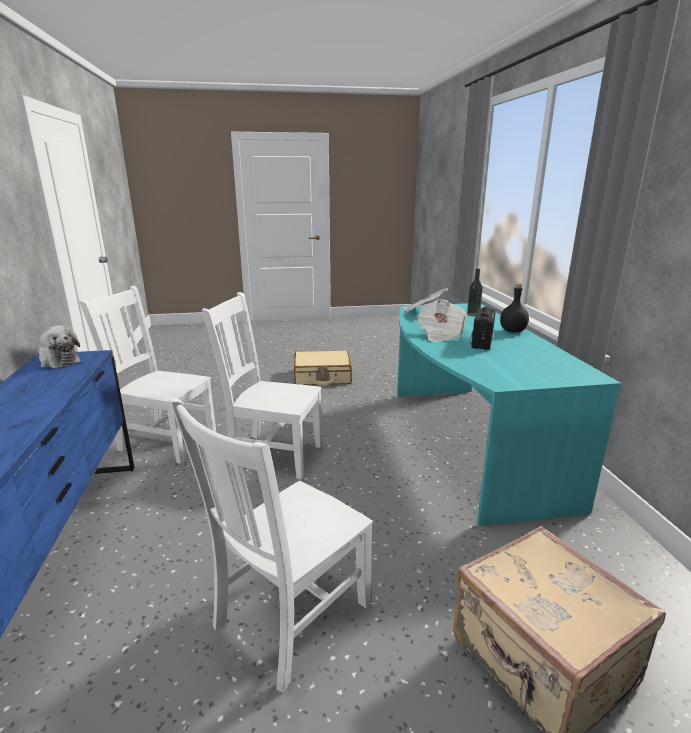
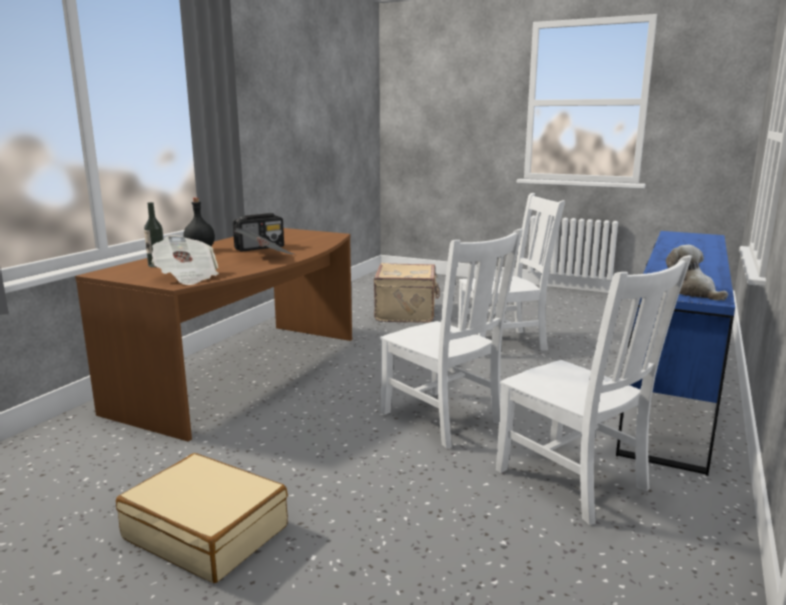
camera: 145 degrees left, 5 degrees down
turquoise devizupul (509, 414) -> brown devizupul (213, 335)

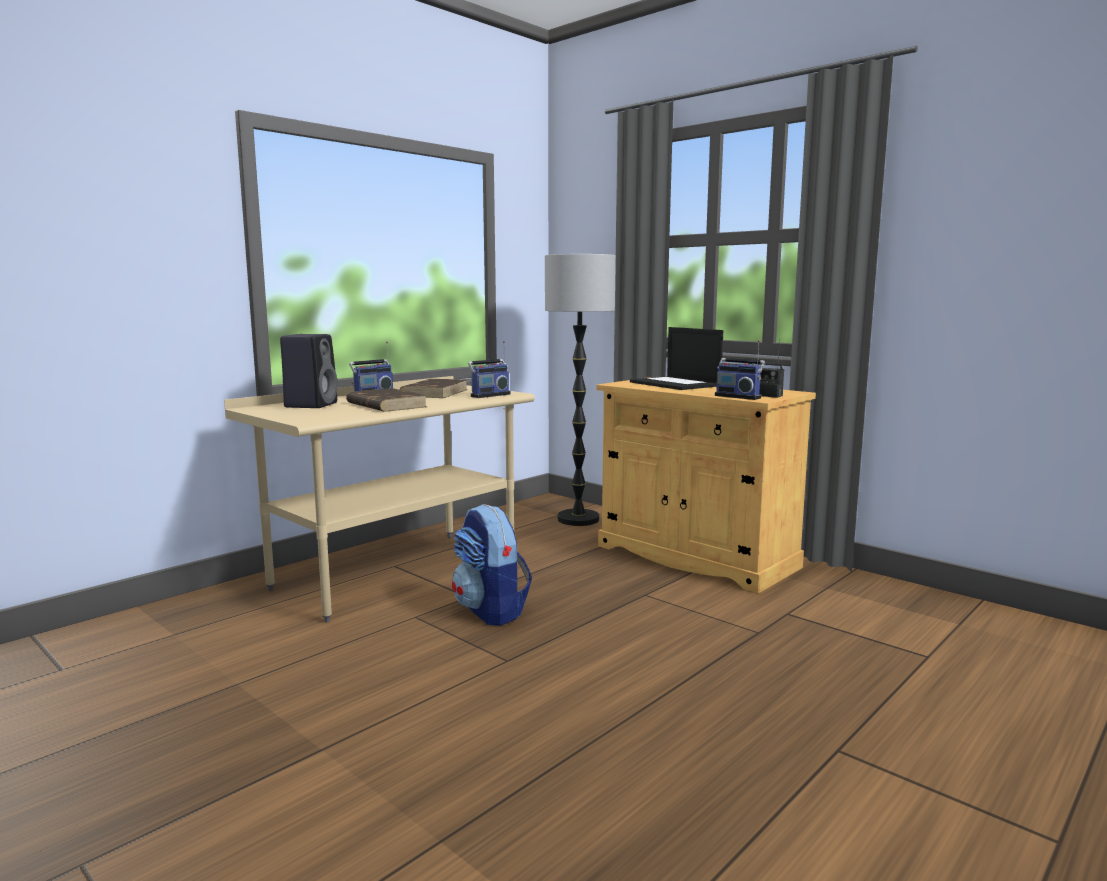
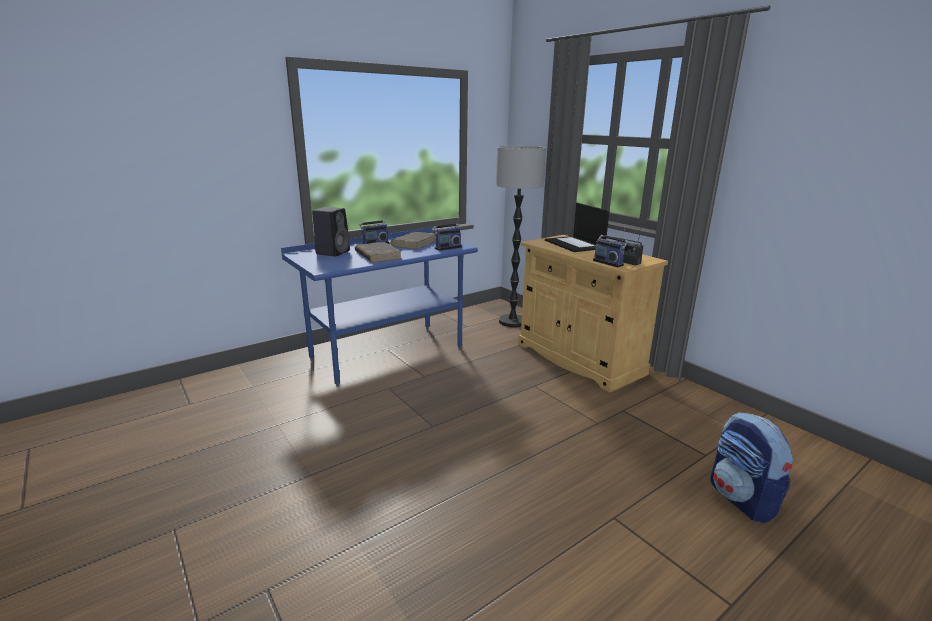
camera: 10 degrees right, 10 degrees up
beige devizupul (379, 499) -> blue devizupul (379, 307)
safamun (492, 565) -> safamun (751, 467), moved

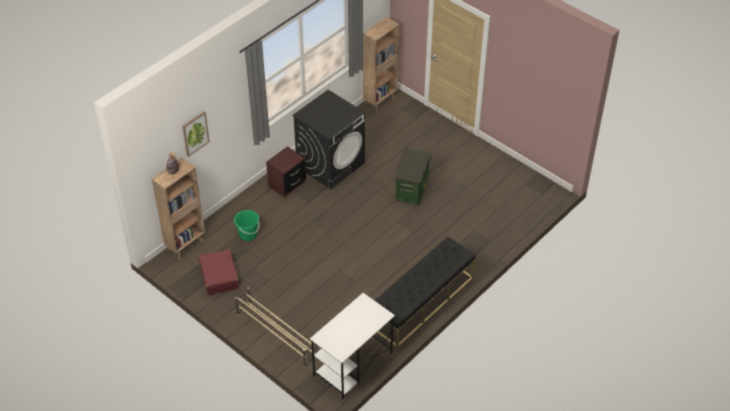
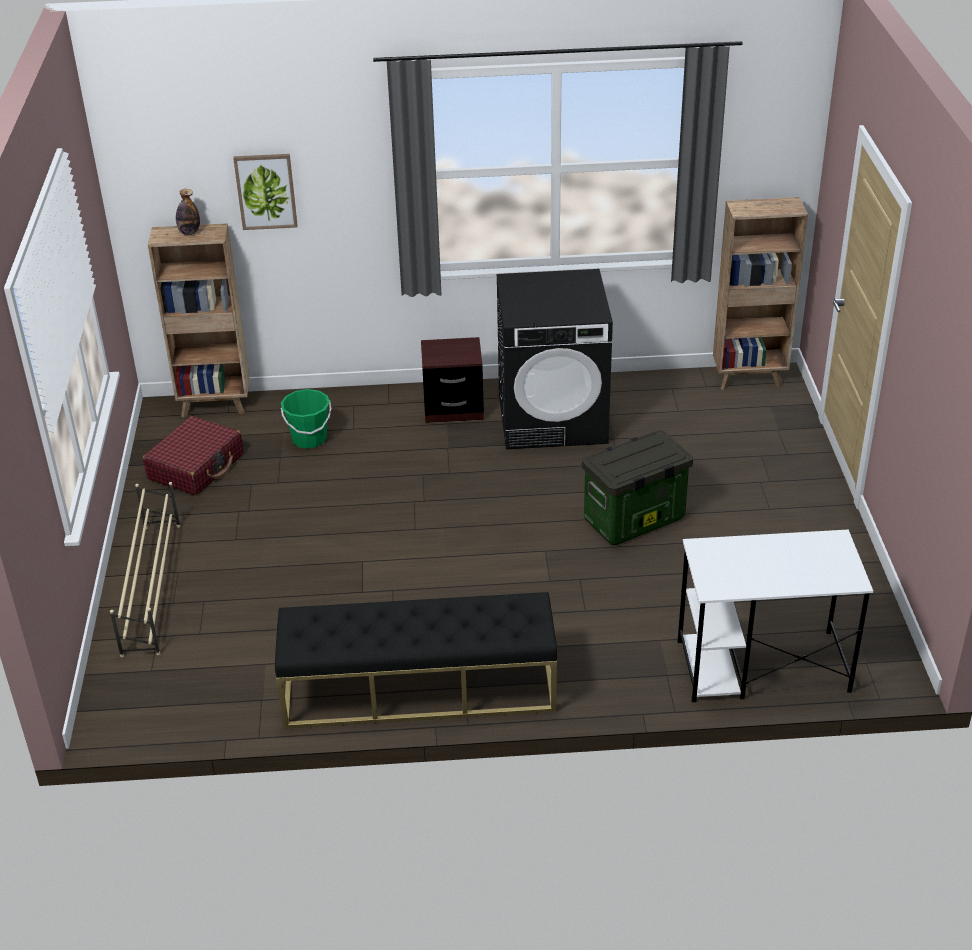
camera: 45 degrees right, 10 degrees down
white devizupul (352, 346) -> white devizupul (775, 615), moved

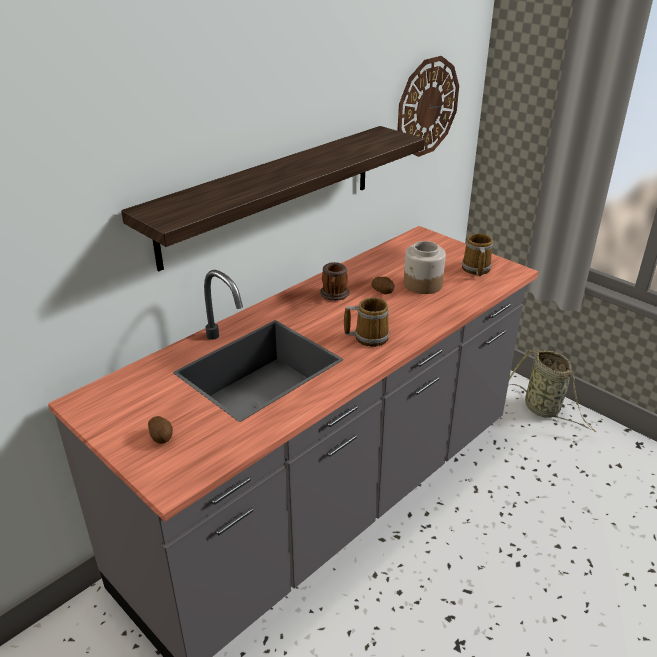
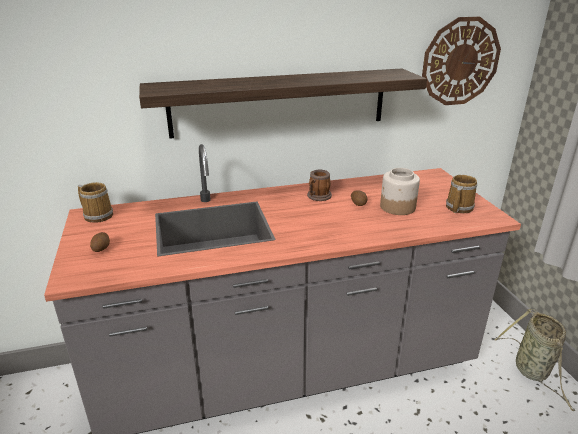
camera: 30 degrees right, 5 degrees down
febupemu (366, 322) -> febupemu (95, 202), moved

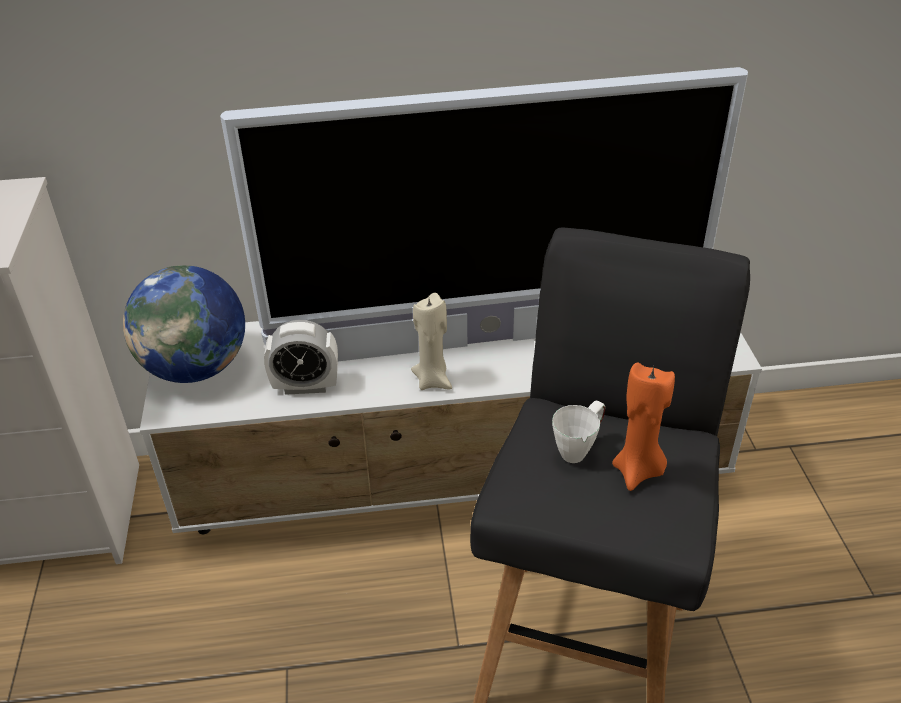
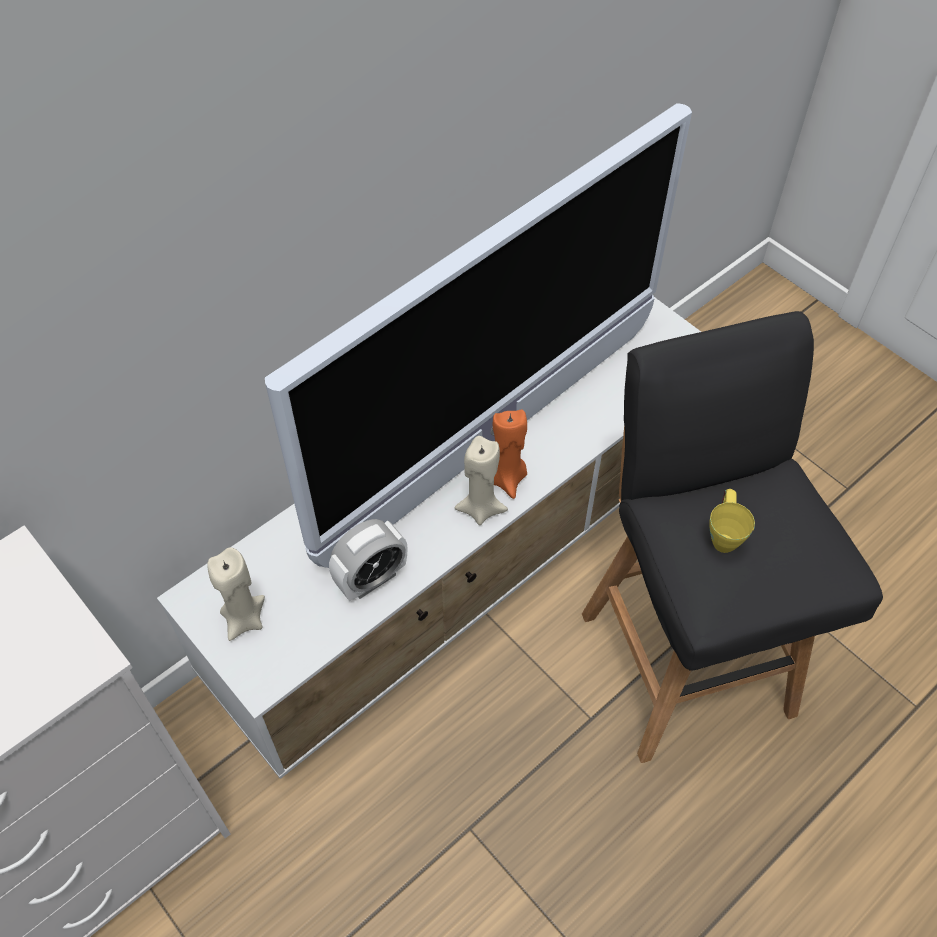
camera: 35 degrees left, 15 degrees up
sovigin (184, 324) -> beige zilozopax (236, 594)
white febupemu (579, 432) -> yellow febupemu (732, 521)
orange zilozopax (643, 426) -> orange zilozopax (510, 454), moved

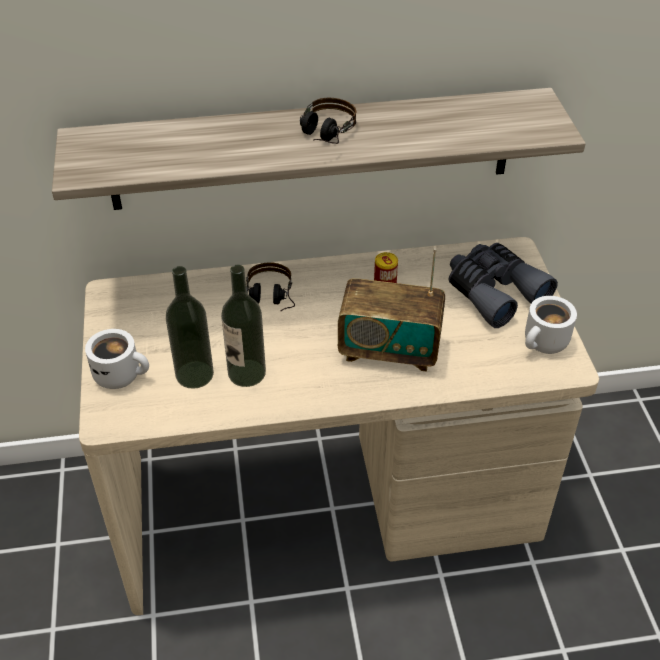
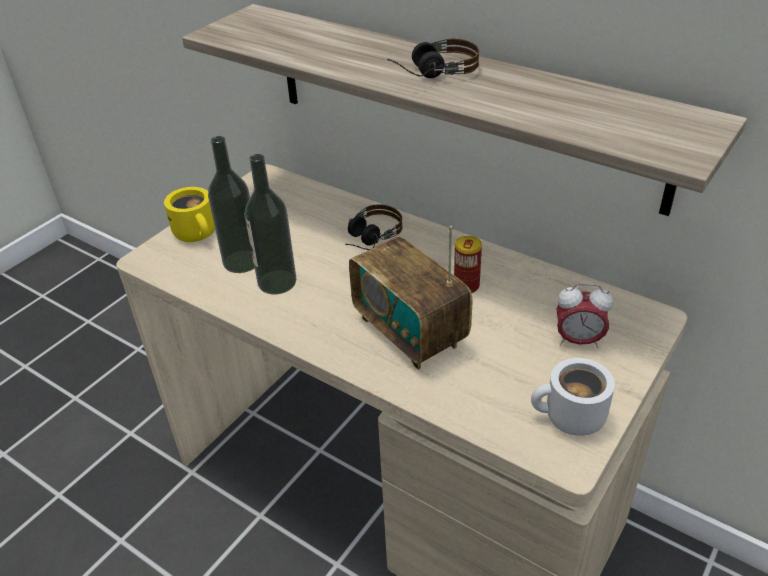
camera: 45 degrees right, 5 degrees down
white febupemu (117, 359) -> yellow febupemu (189, 214)
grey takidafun (503, 285) -> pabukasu (584, 315)

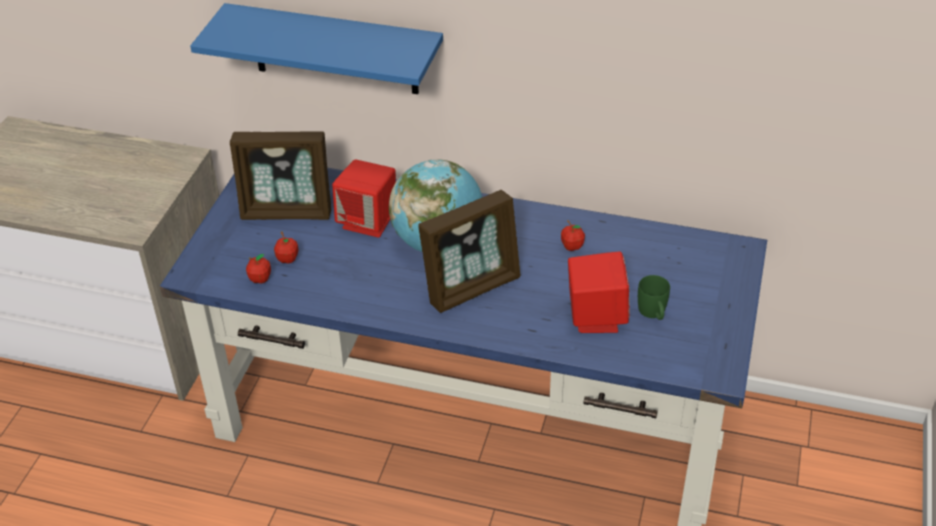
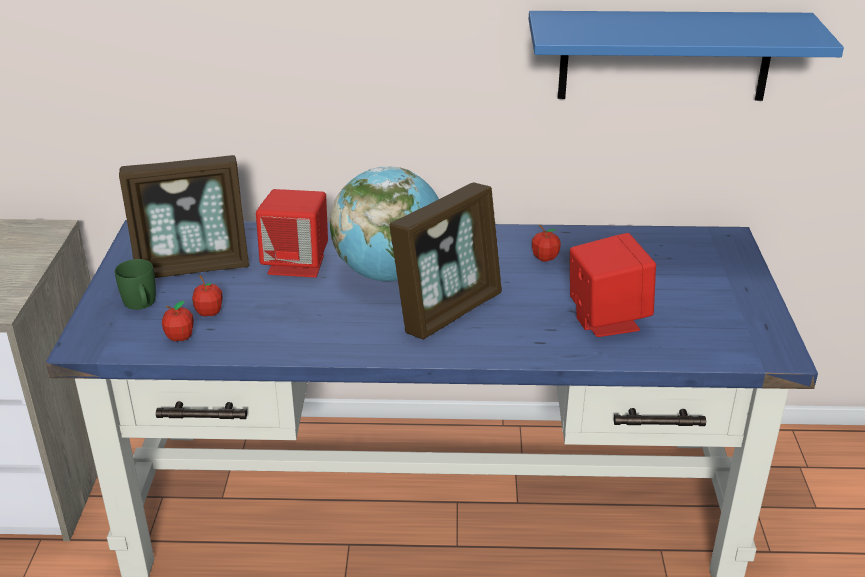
camera: 15 degrees left, 10 degrees down
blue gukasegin (316, 48) -> blue gukasegin (686, 56), moved
green febupemu (654, 297) -> green febupemu (135, 284), moved

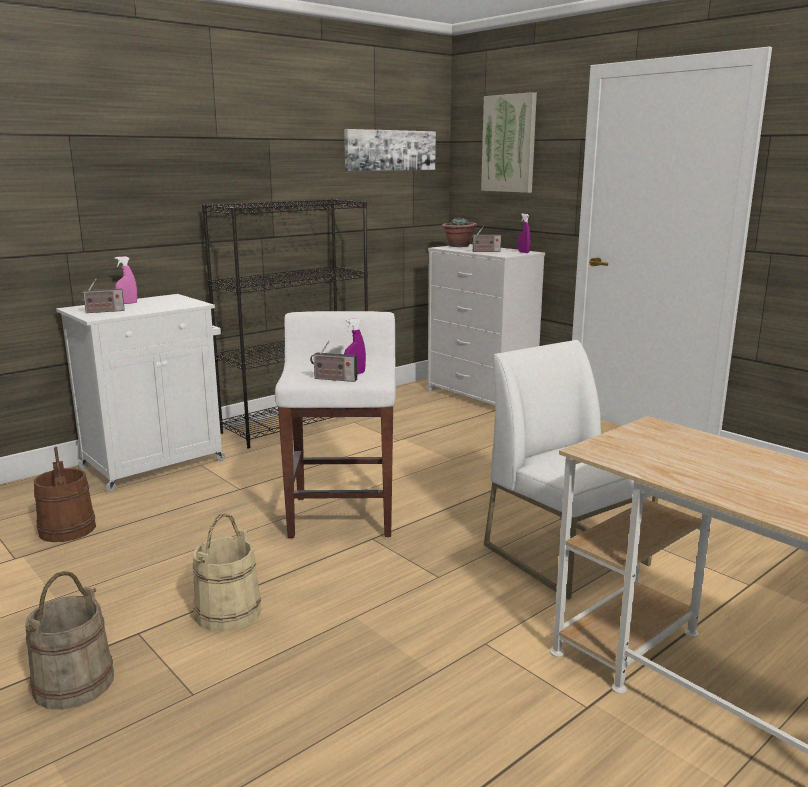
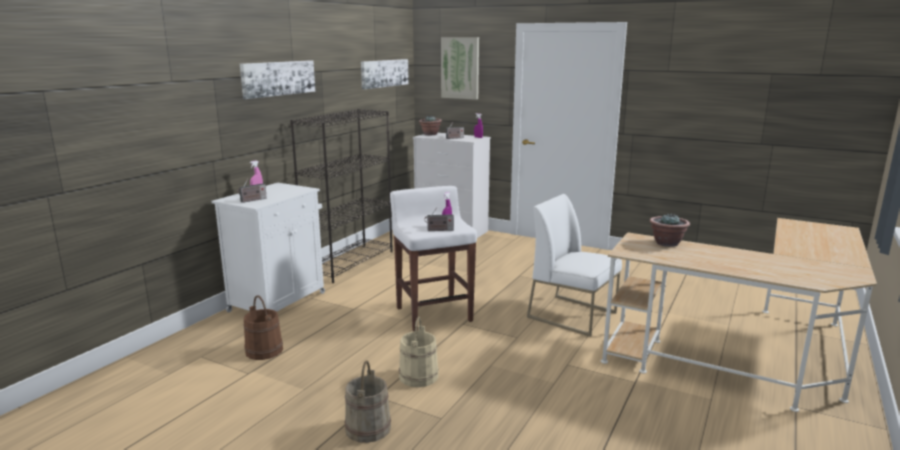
camera: 20 degrees left, 0 degrees up
none -> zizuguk (277, 79)
none -> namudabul (670, 230)

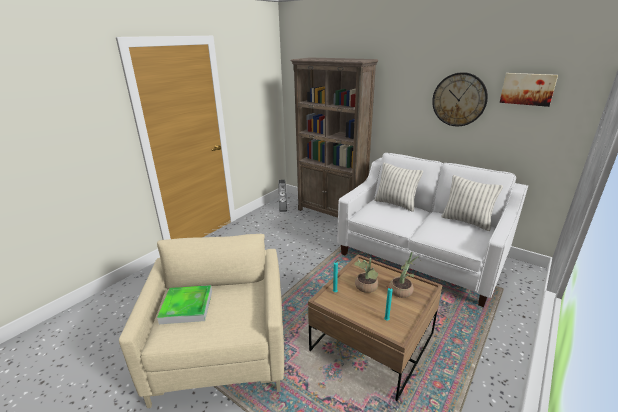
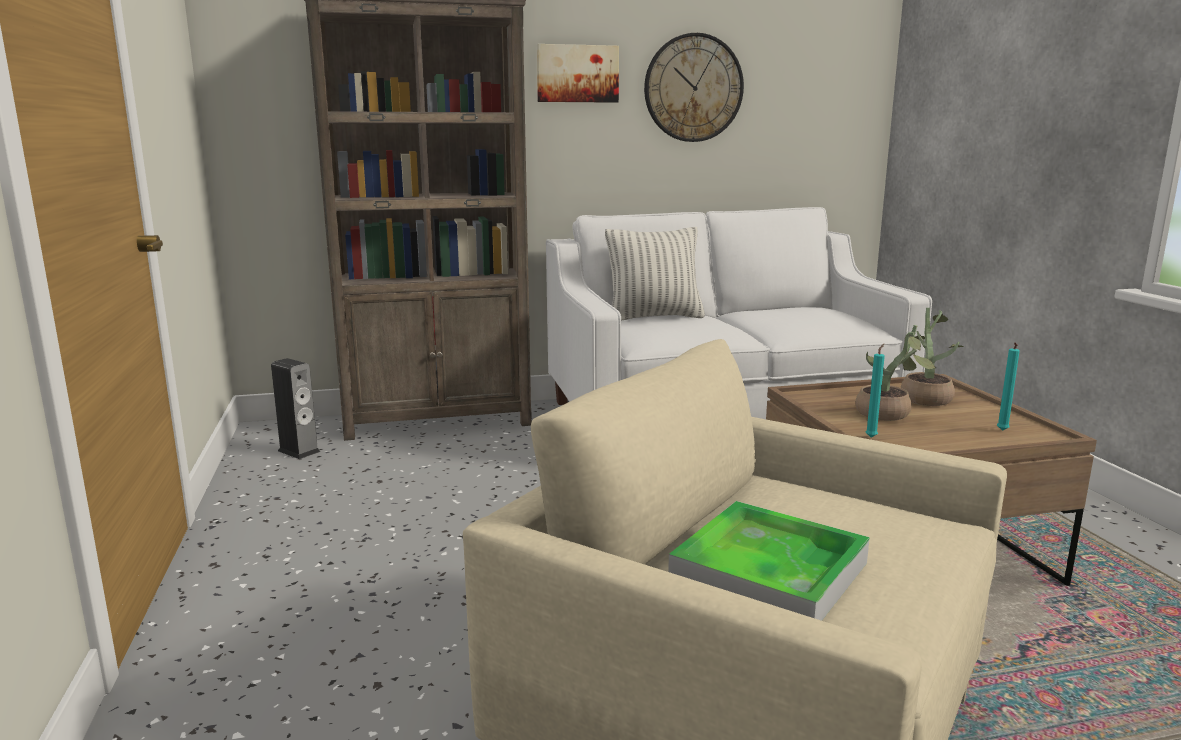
camera: 50 degrees left, 10 degrees down
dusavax (472, 203) -> none
zizuguk (529, 90) -> zizuguk (578, 73), moved

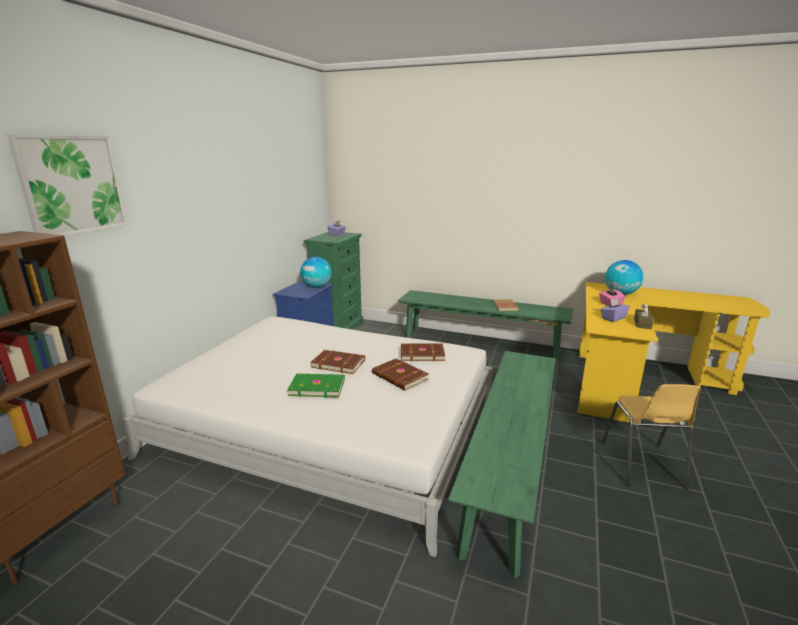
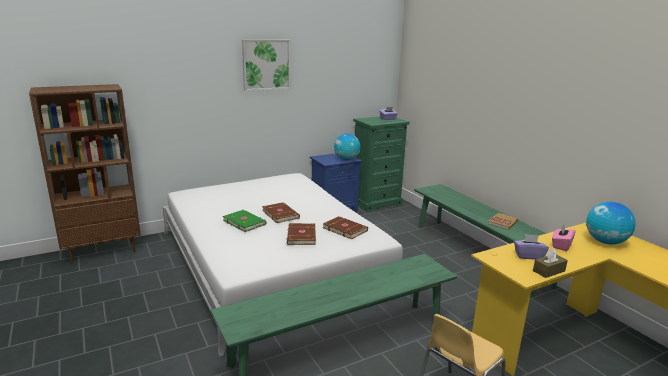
camera: 40 degrees right, 0 degrees up
zizuguk (67, 185) -> zizuguk (266, 65), moved

